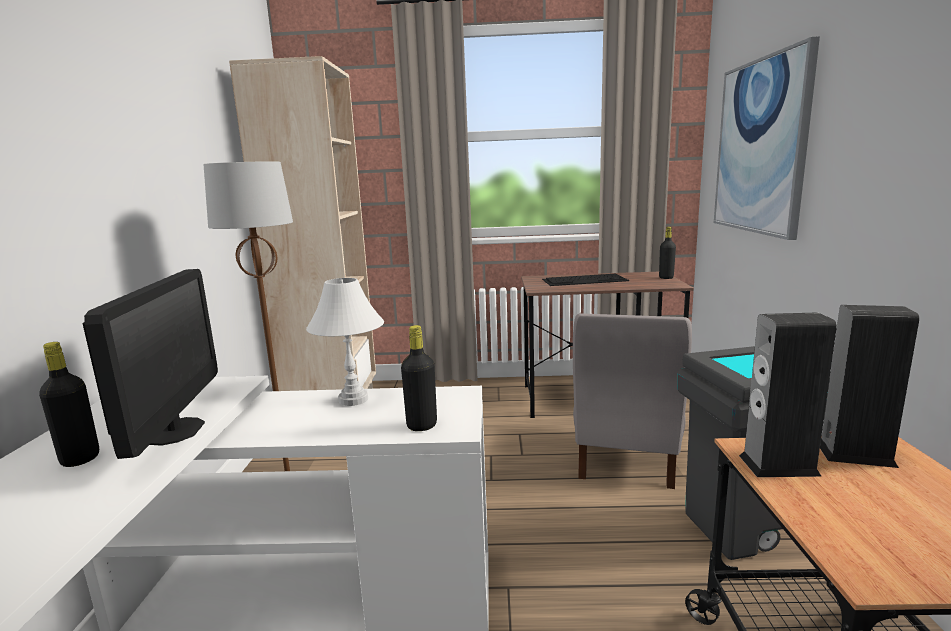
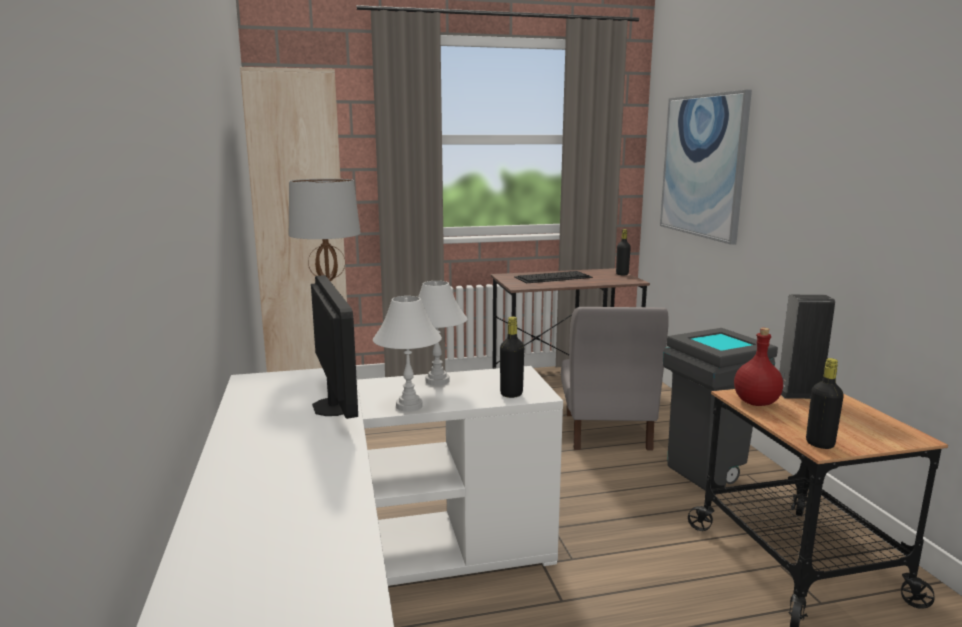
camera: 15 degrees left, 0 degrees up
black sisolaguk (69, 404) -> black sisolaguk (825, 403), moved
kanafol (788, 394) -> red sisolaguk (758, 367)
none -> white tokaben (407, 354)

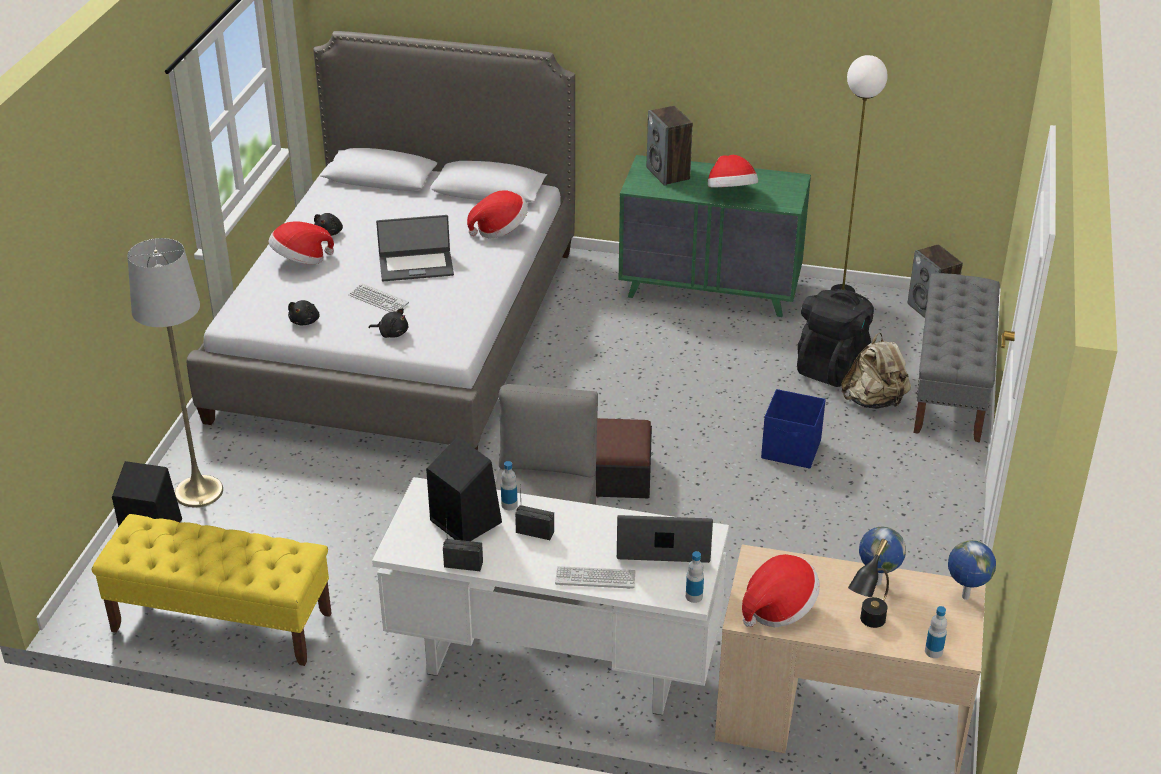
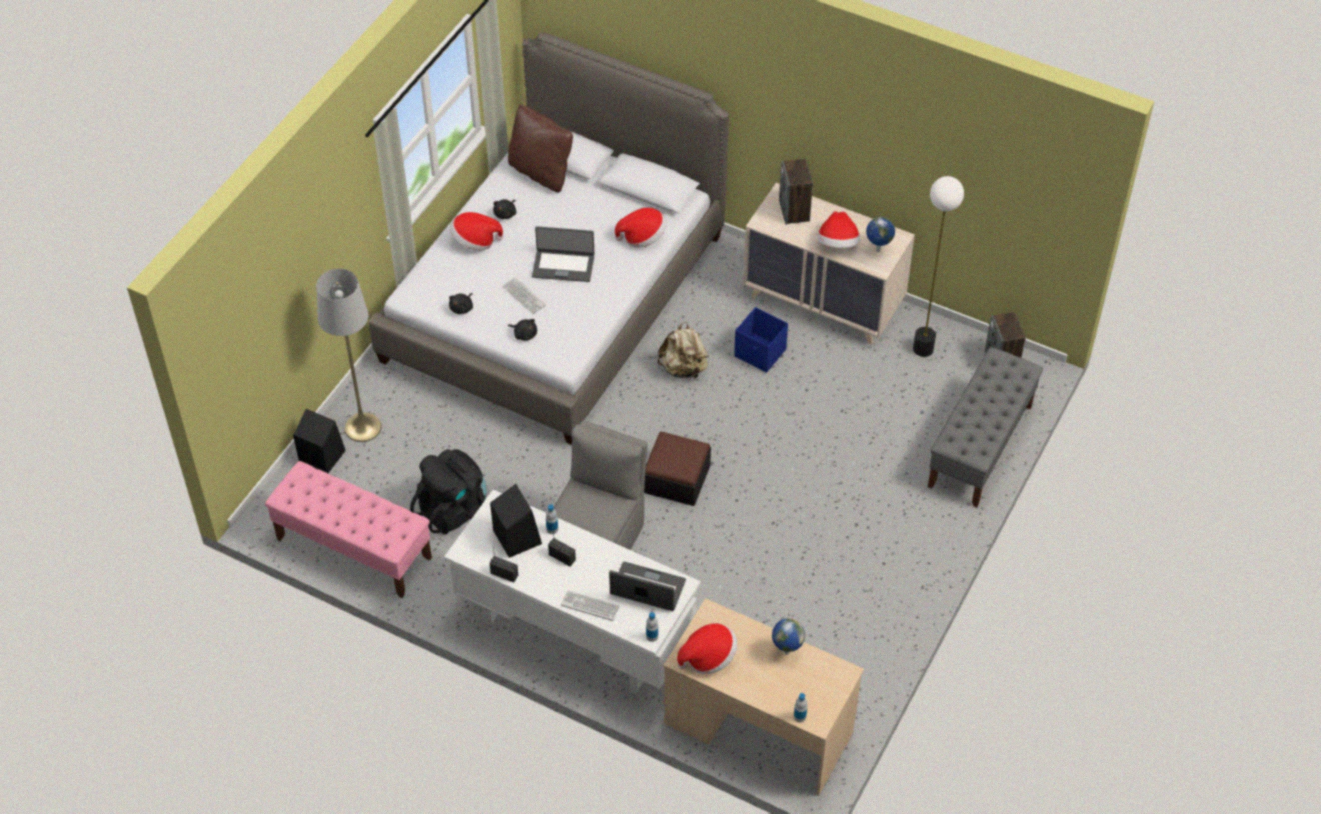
camera: 15 degrees right, 15 degrees up
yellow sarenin (212, 590) -> pink sarenin (348, 529)
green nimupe (714, 236) -> beige nimupe (829, 263)
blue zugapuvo (793, 429) -> blue zugapuvo (761, 340), moved
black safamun (835, 338) -> black safamun (448, 492), moved
beige safamun (876, 371) -> beige safamun (683, 350), moved
black tokaben (868, 583) -> none
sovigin (972, 570) -> sovigin (880, 234), moved
none -> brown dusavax (540, 148)

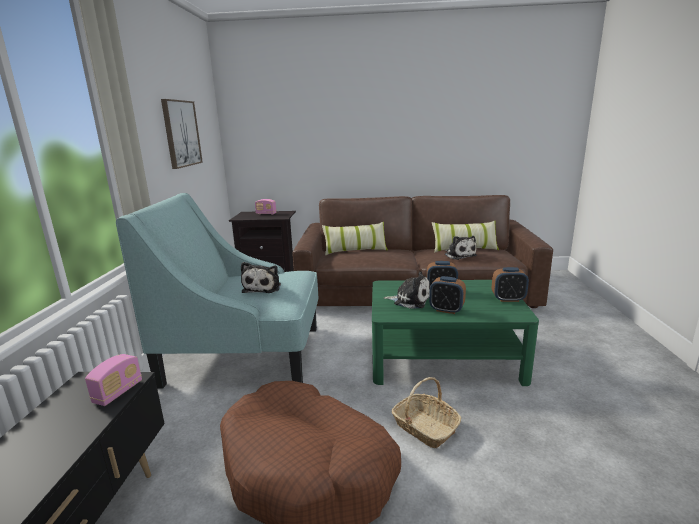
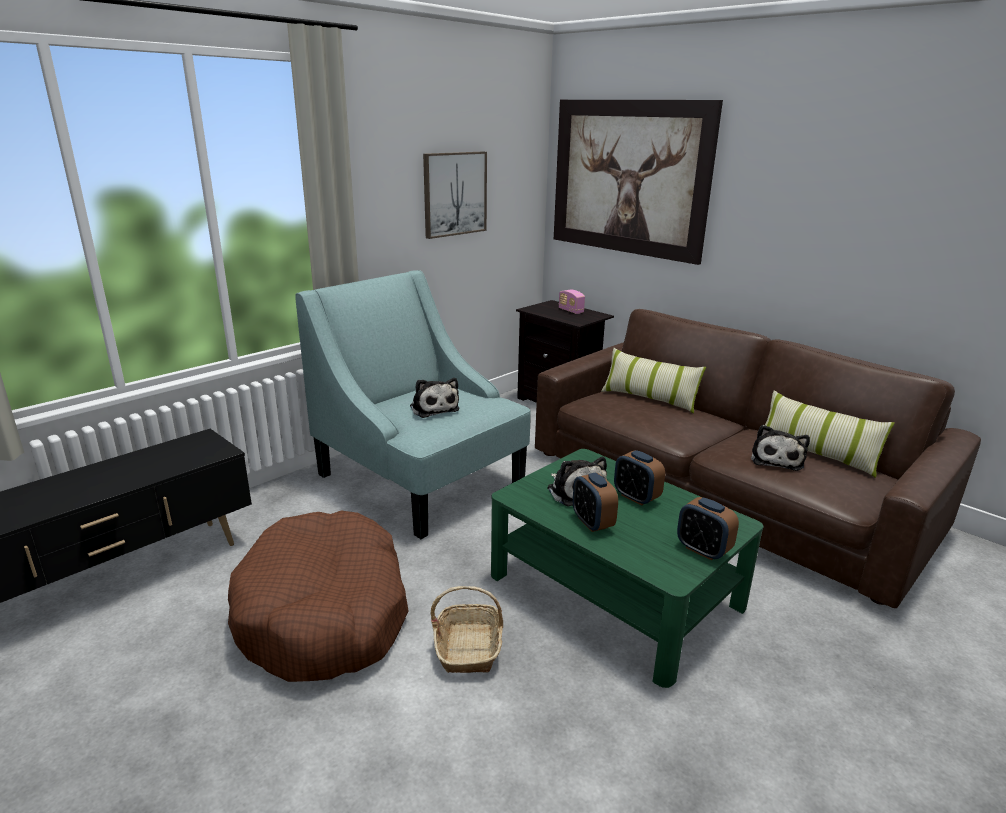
camera: 40 degrees right, 5 degrees up
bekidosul (113, 380) -> none
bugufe (261, 277) -> bugufe (434, 398), 75 degrees counterclockwise
none -> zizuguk (638, 182)

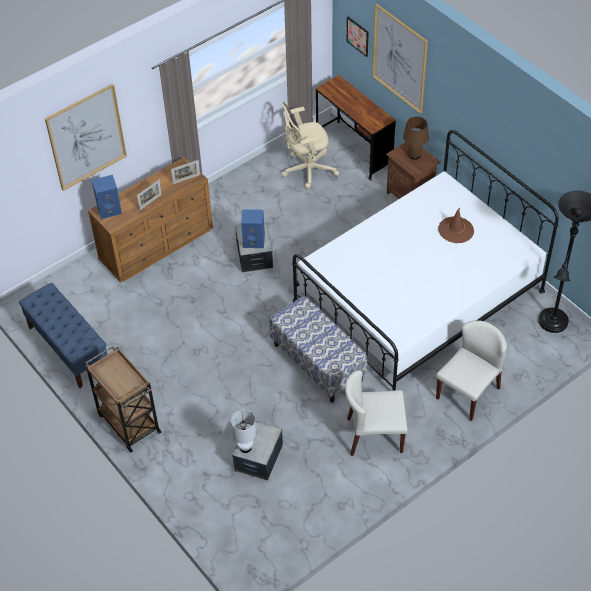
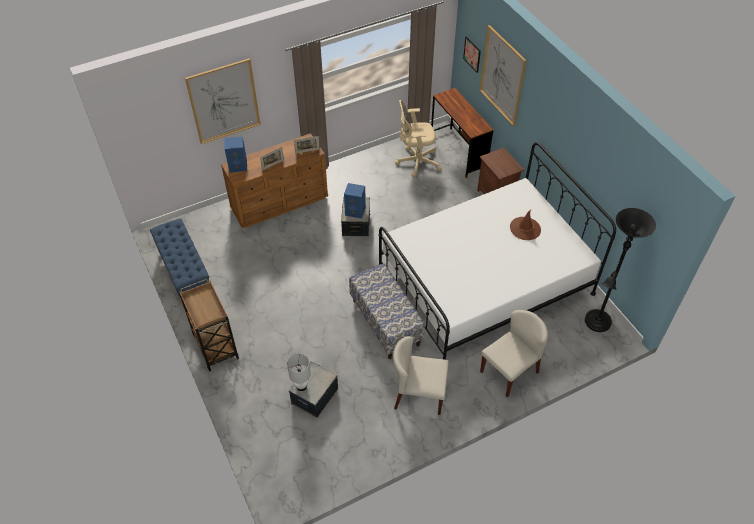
camera: 10 degrees right, 0 degrees up
brown tokaben (416, 138) -> none

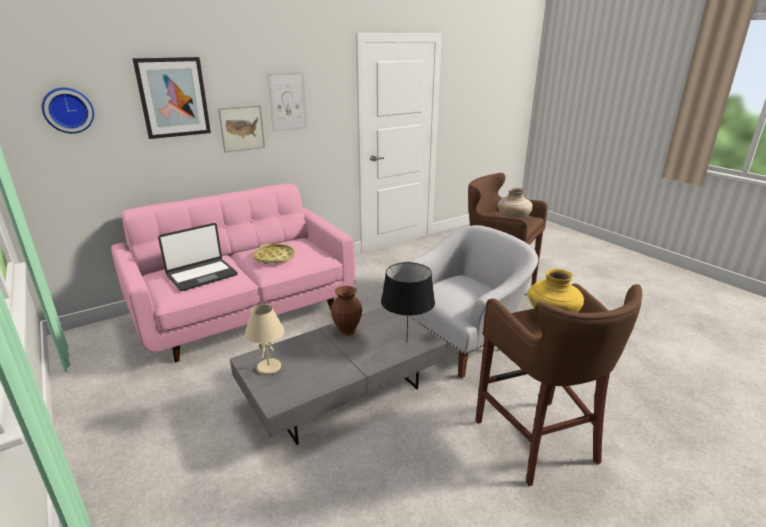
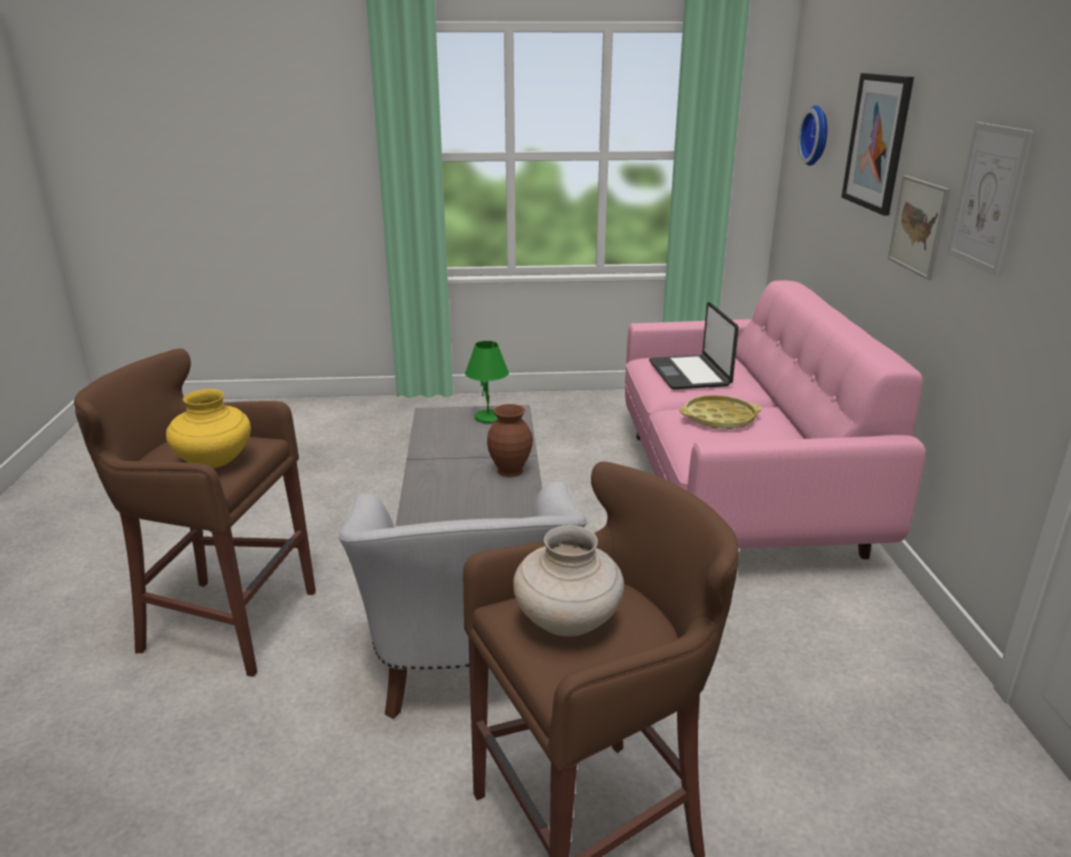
camera: 120 degrees right, 0 degrees up
beige tokaben (264, 339) -> green tokaben (487, 382)
black tokaben (408, 298) -> none

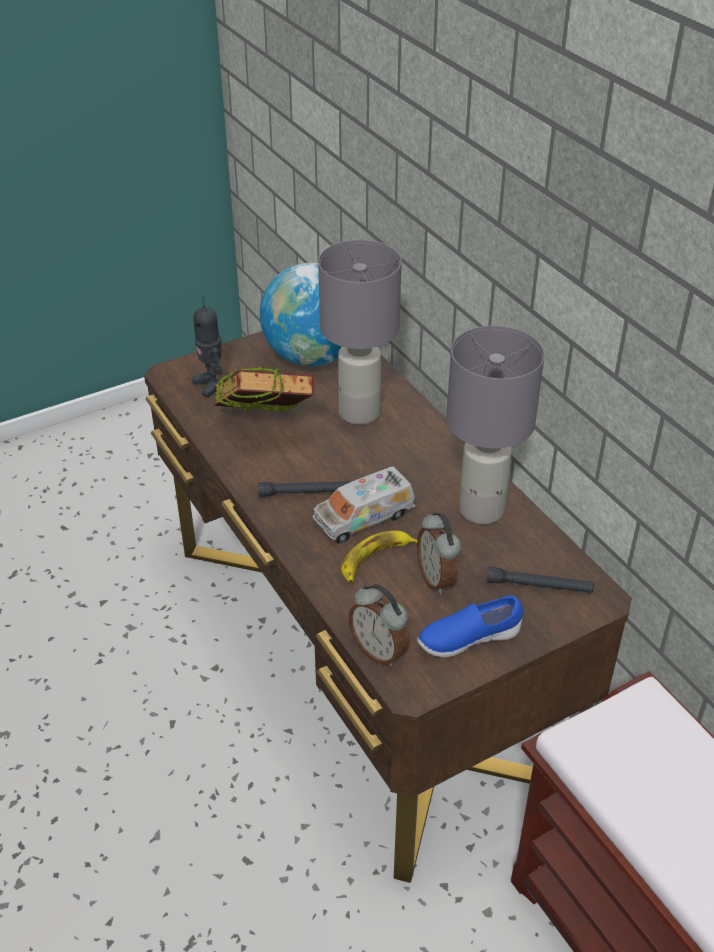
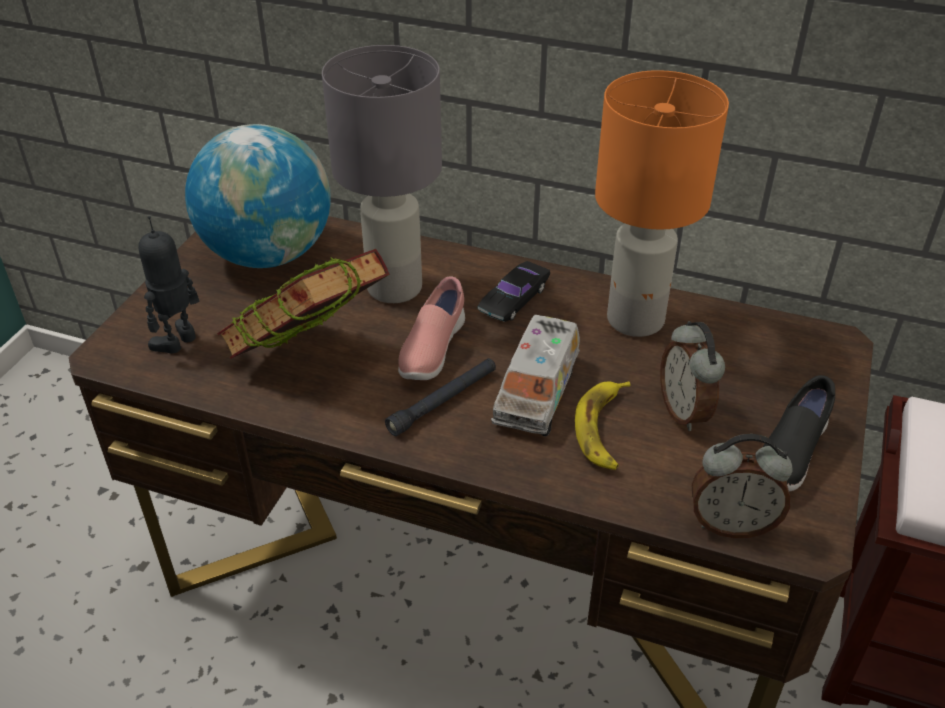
camera: 40 degrees left, 0 degrees up
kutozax (207, 347) -> kutozax (169, 284), 105 degrees clockwise
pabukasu (439, 553) -> pabukasu (692, 376), 45 degrees clockwise
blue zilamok (470, 626) -> black zilamok (799, 433)
grey tokaben (495, 425) -> orange tokaben (662, 203)
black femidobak (540, 580) -> none
none -> pink zilamok (431, 328)
none -> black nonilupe (514, 291)

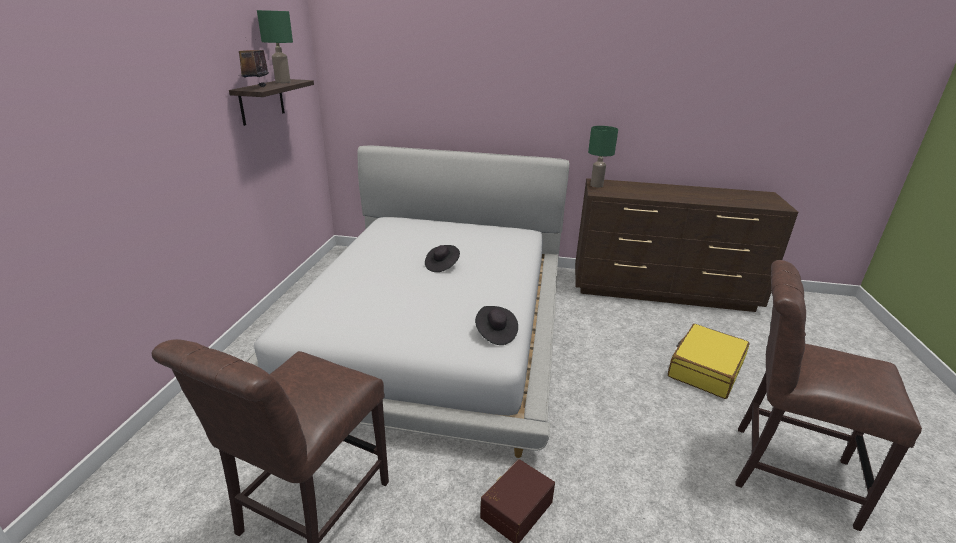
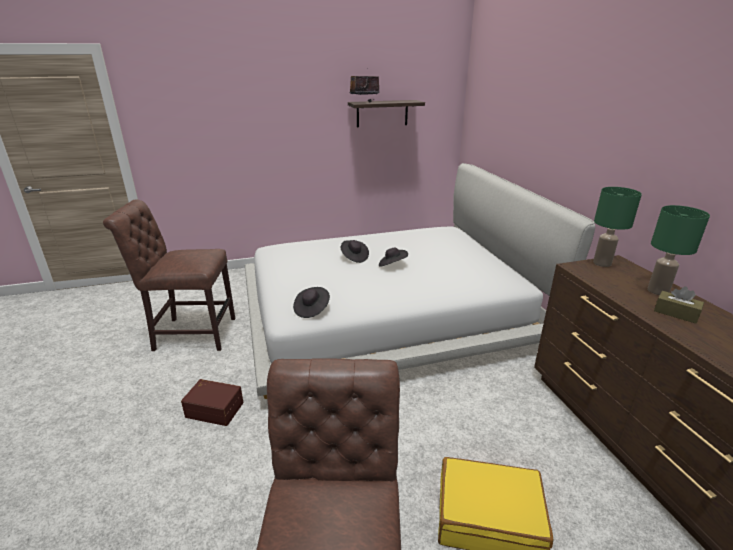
camera: 65 degrees right, 0 degrees up
green tokaben (275, 46) -> green tokaben (679, 250), moved
none -> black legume (355, 251)
none -> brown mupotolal (679, 305)

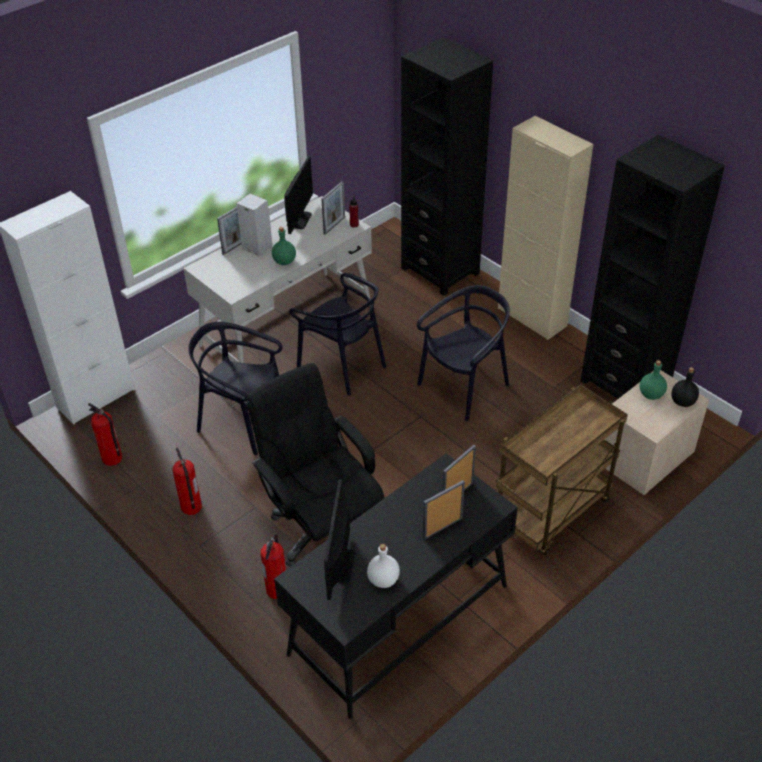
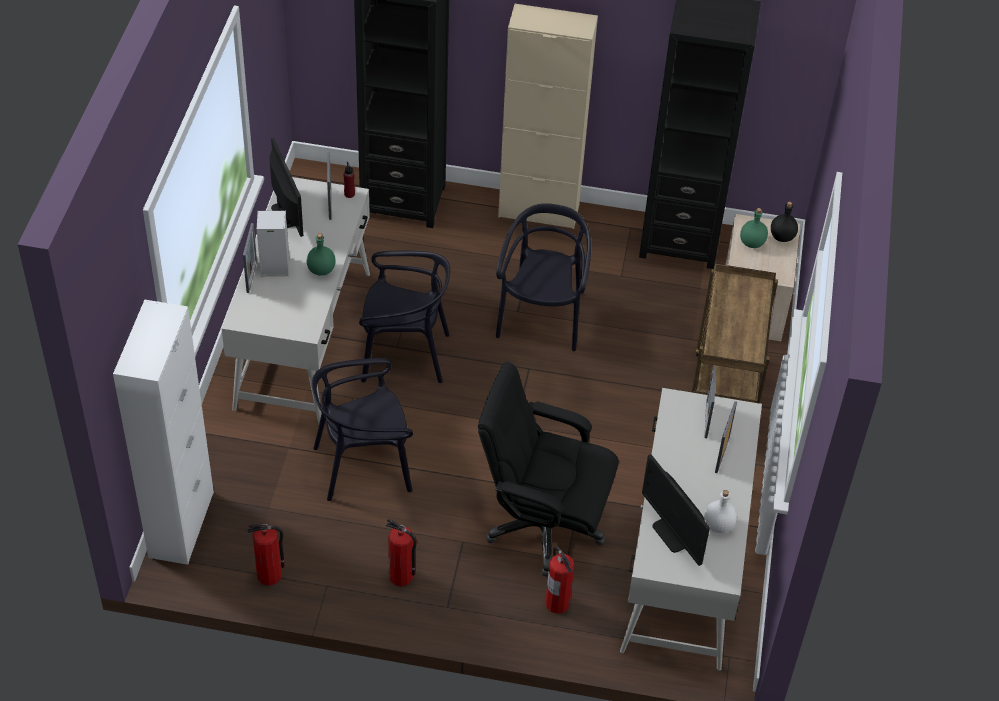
camera: 40 degrees left, 5 degrees up
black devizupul (396, 586) -> white devizupul (691, 529)

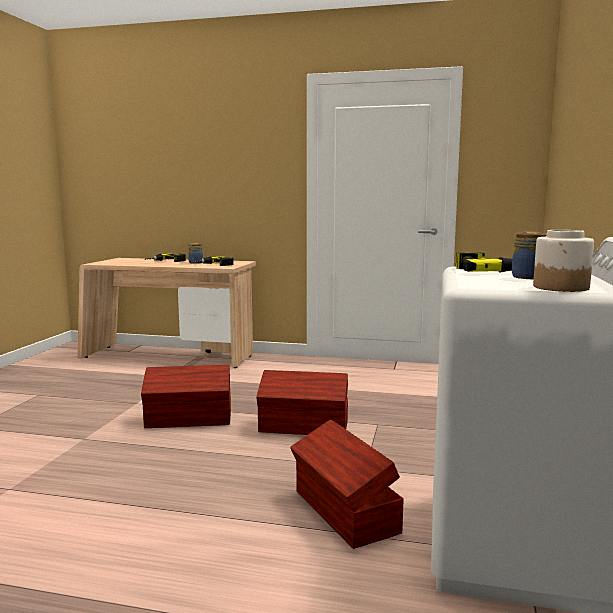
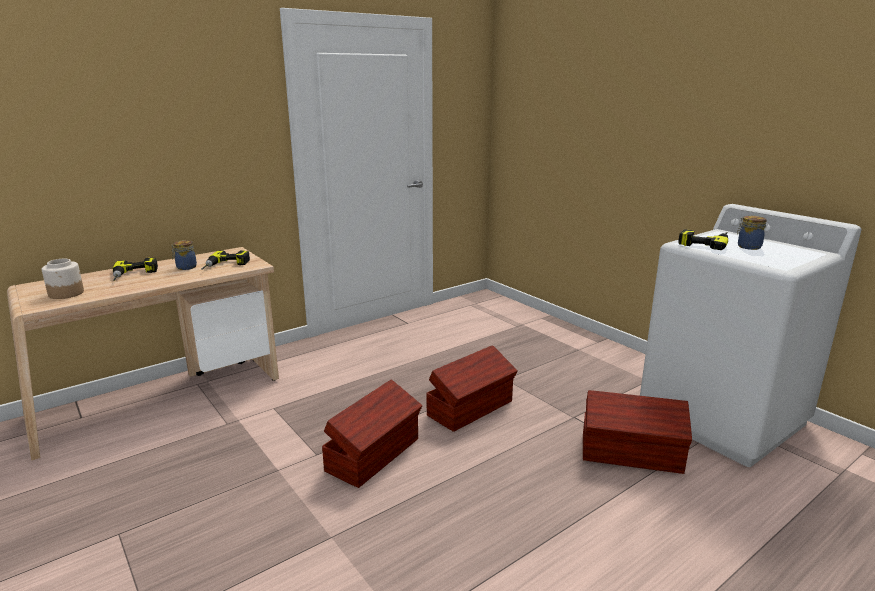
camera: 50 degrees left, 10 degrees up
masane (563, 261) -> masane (63, 279), moved

